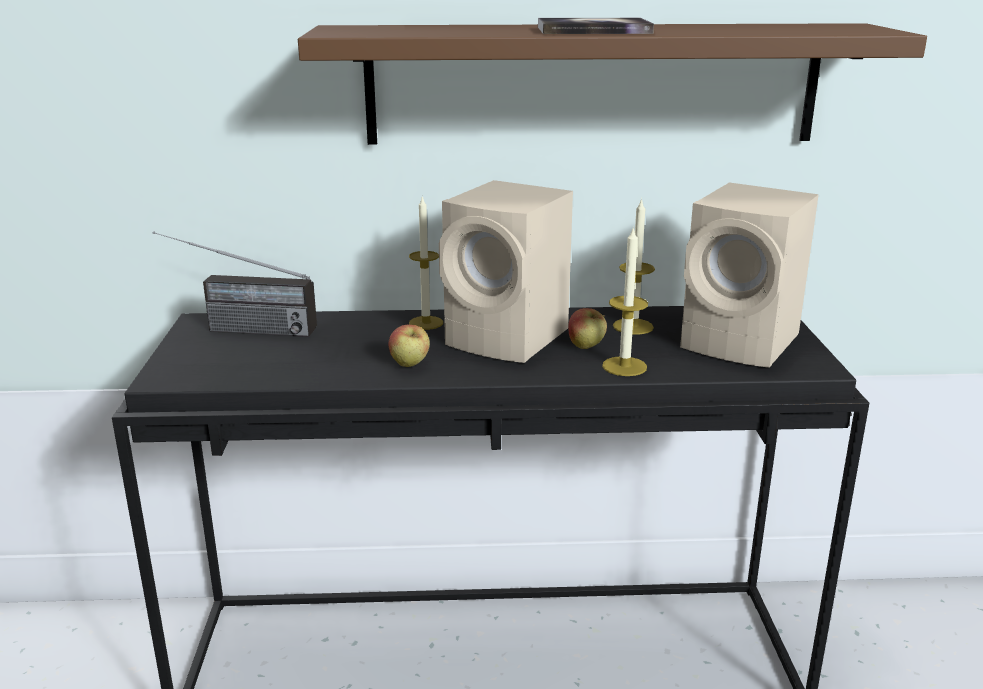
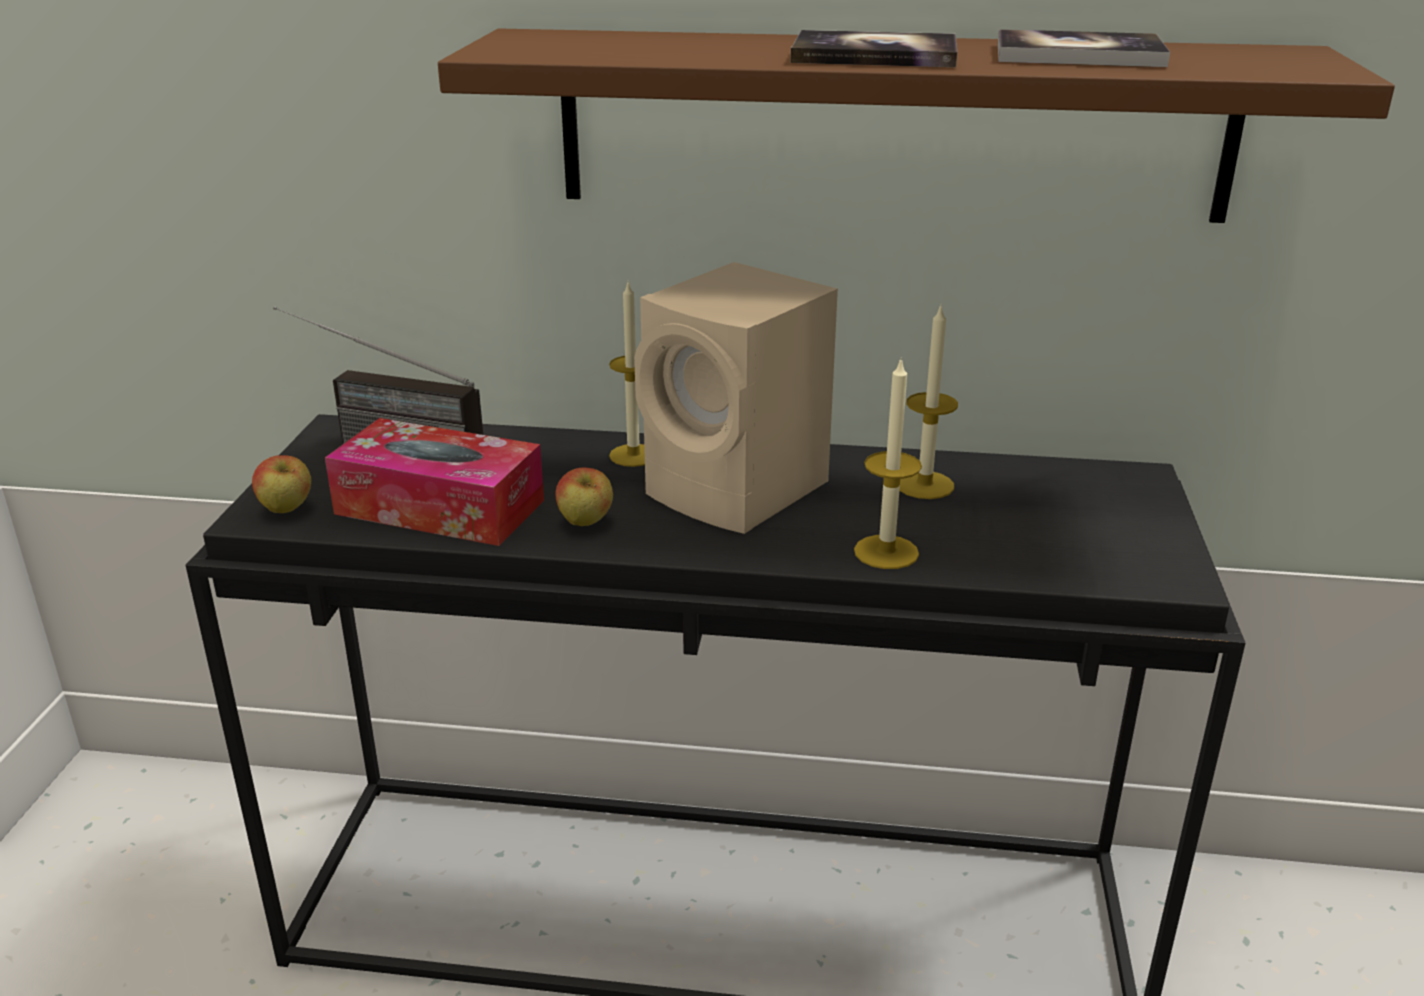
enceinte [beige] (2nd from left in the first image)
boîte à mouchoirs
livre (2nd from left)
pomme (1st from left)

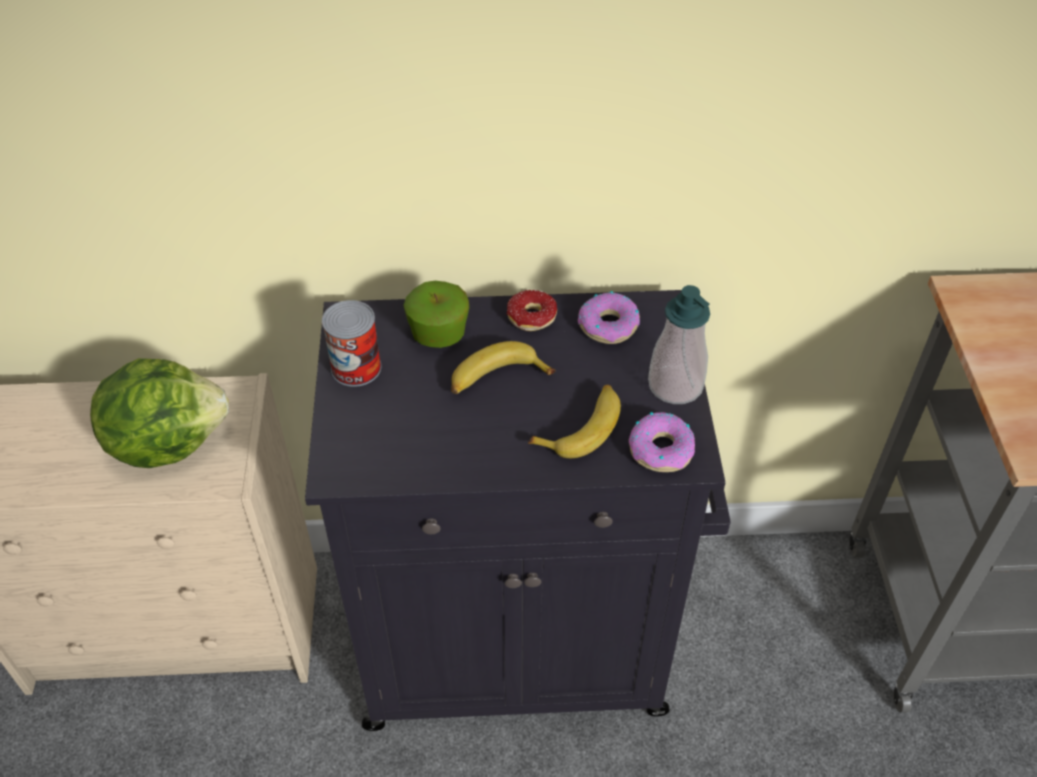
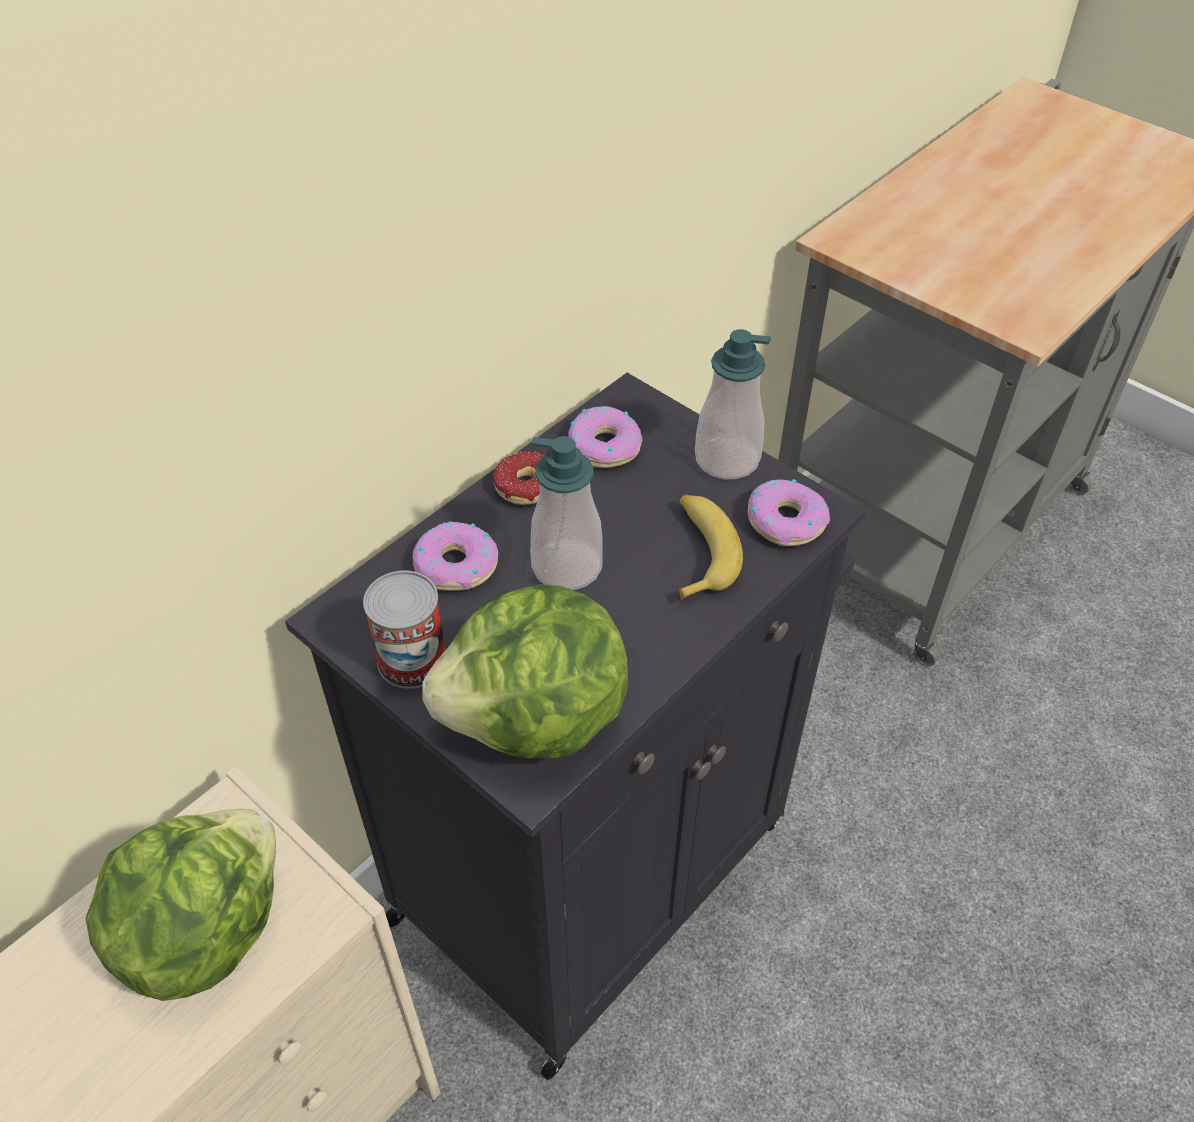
laitue (2nd from left)
beignet (1st from left)
distributeur de savon (1st from left)

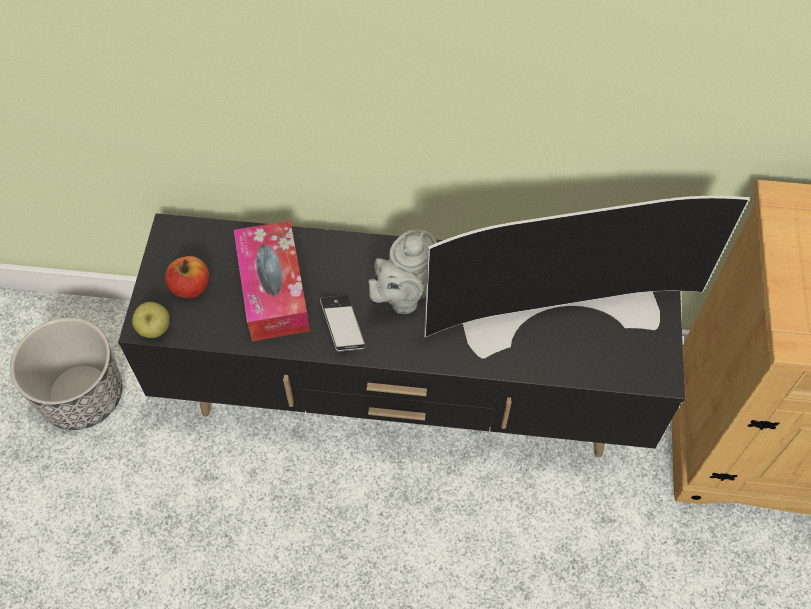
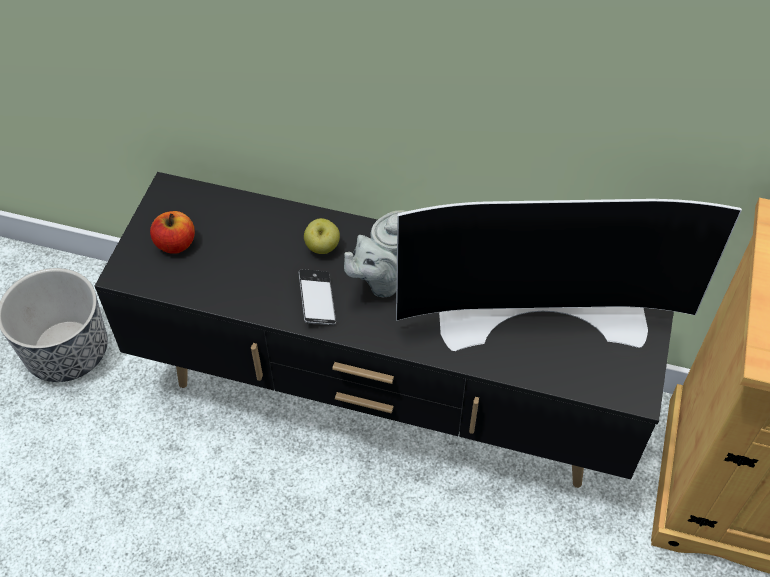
boîte à mouchoirs
pomme (2nd from left)

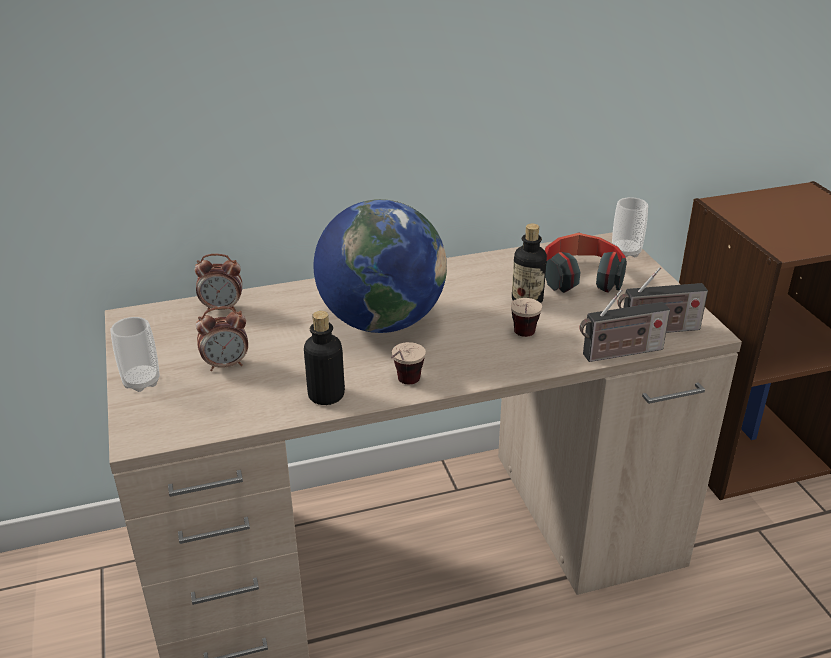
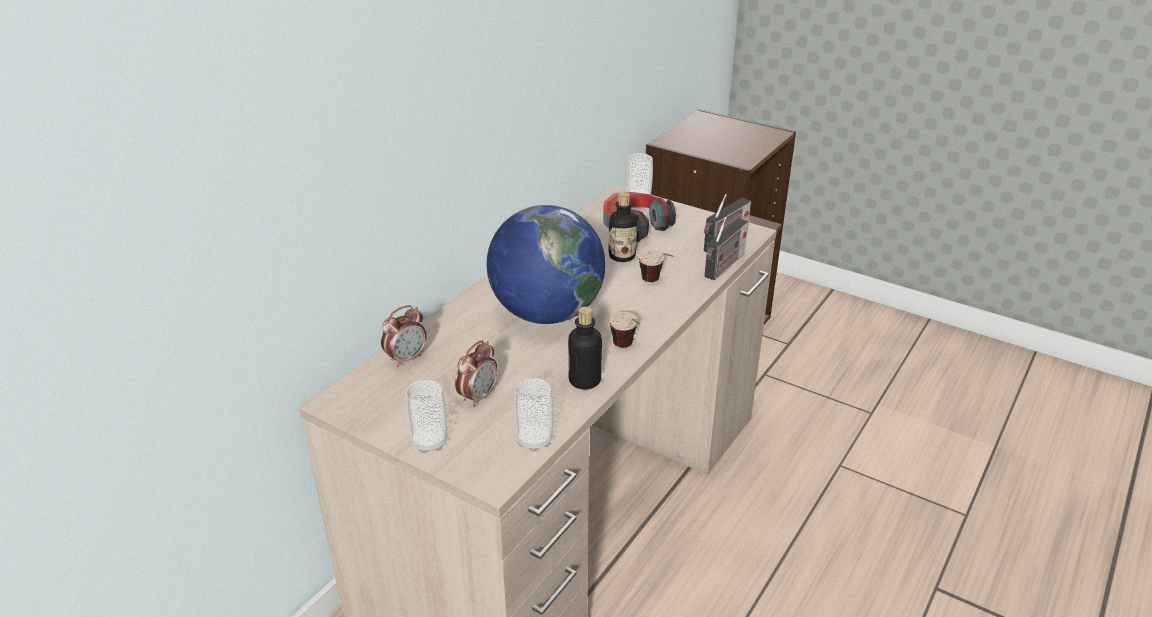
tasse (2nd from left)

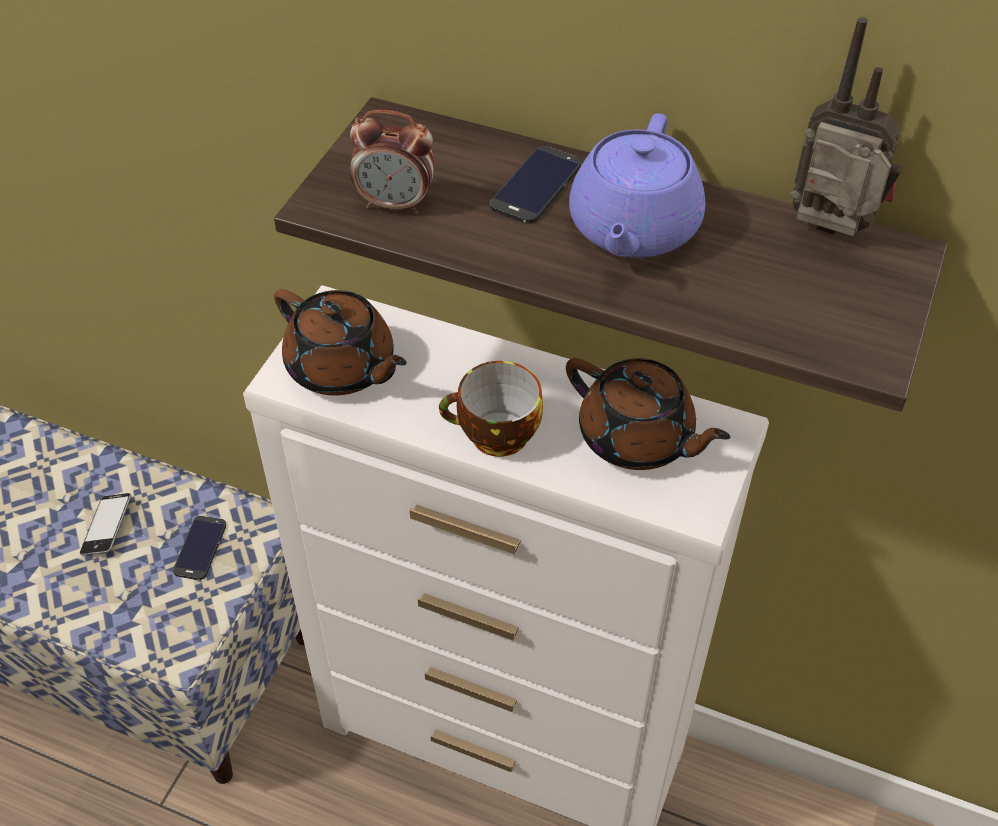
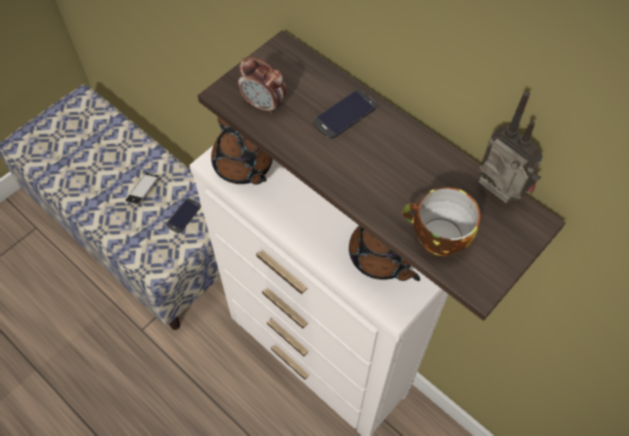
théière [violet]
tasse

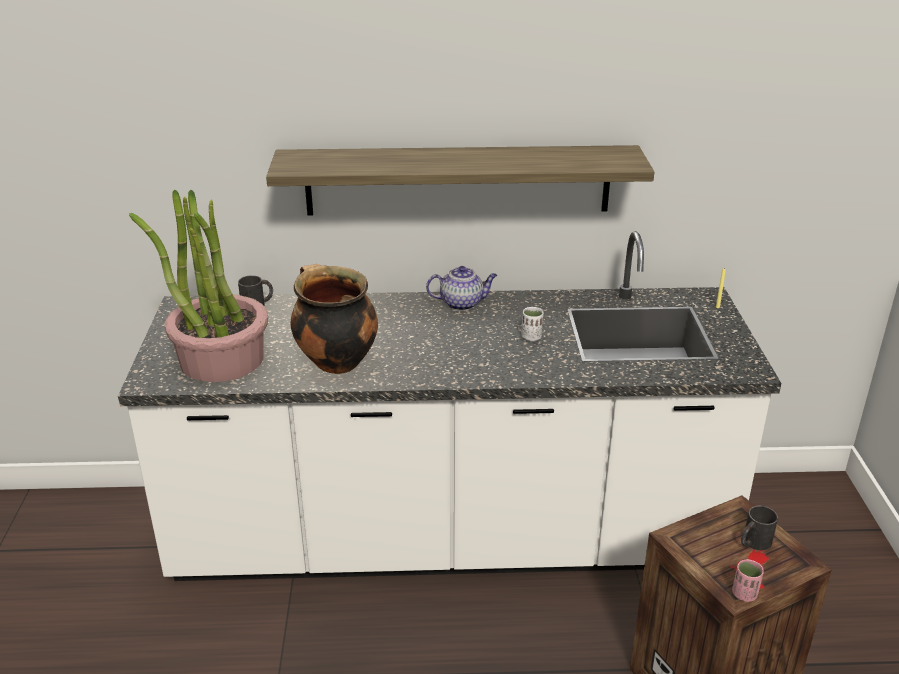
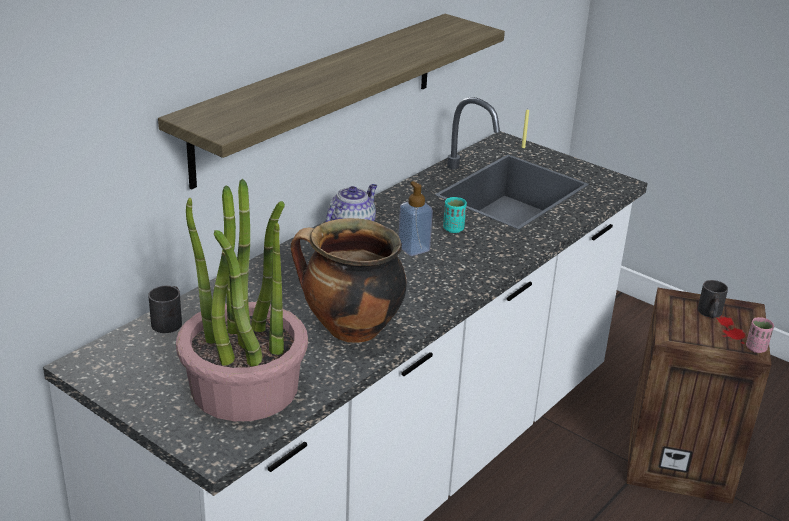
distributeur de savon
tasse [turquoise]

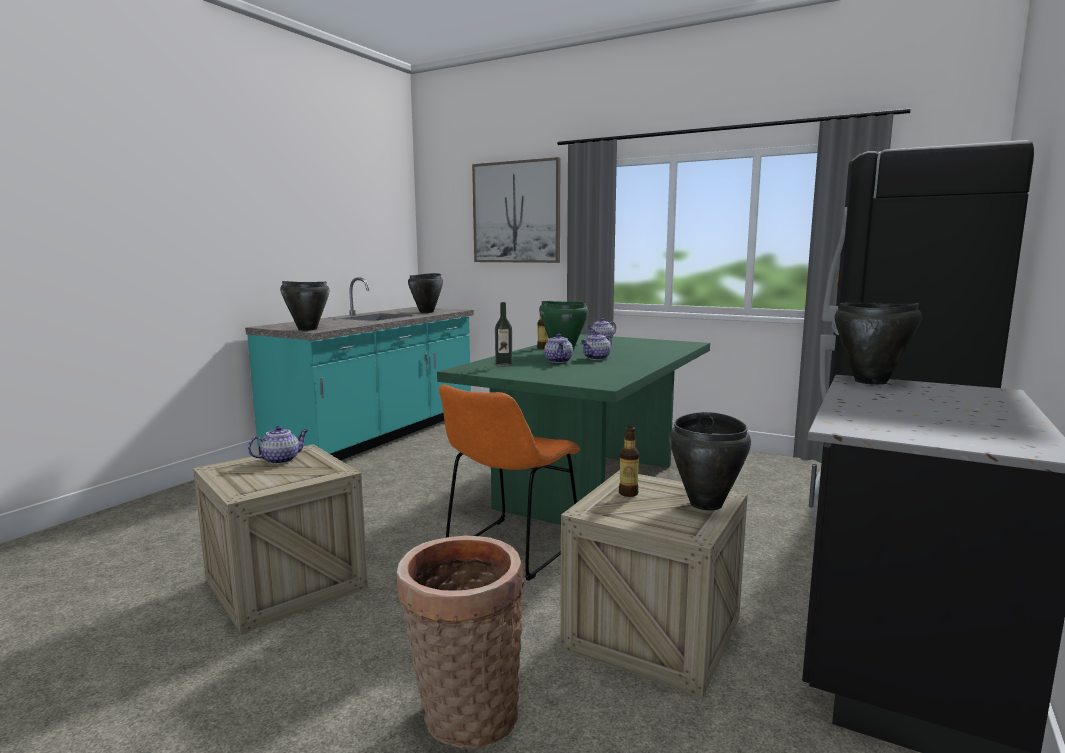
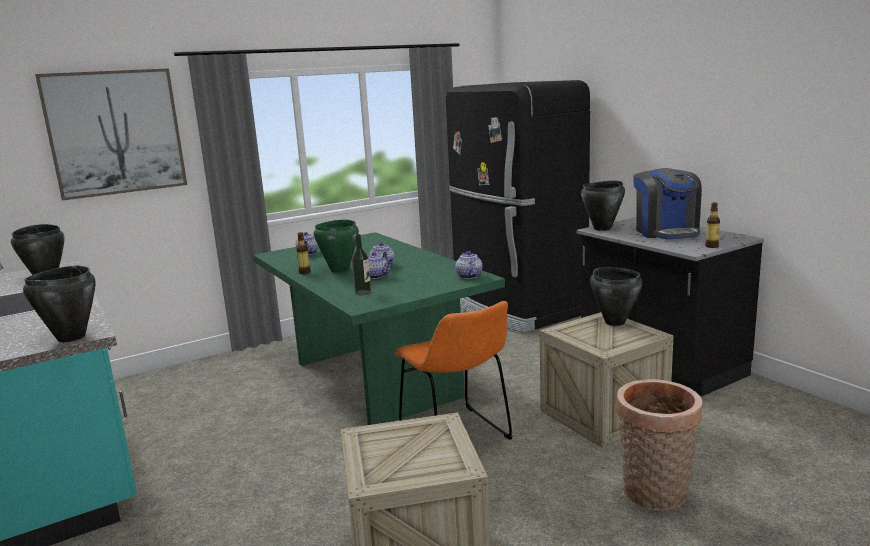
machine à café
théière (4th from left)
bouteille (3rd from left)

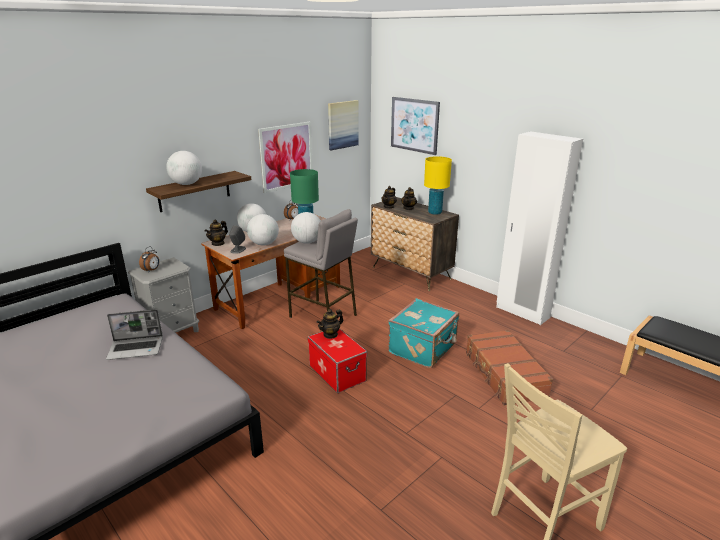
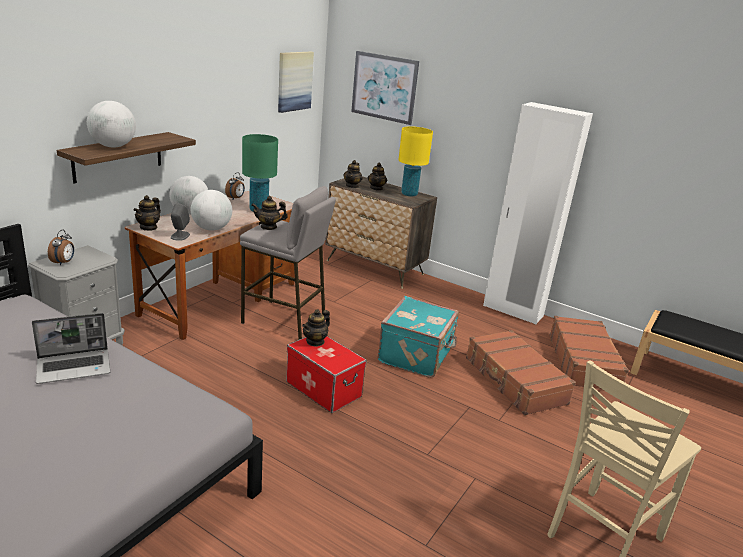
tableau (1st from left in the first image)
valise [marron] (2nd from left)
théière (2nd from left)

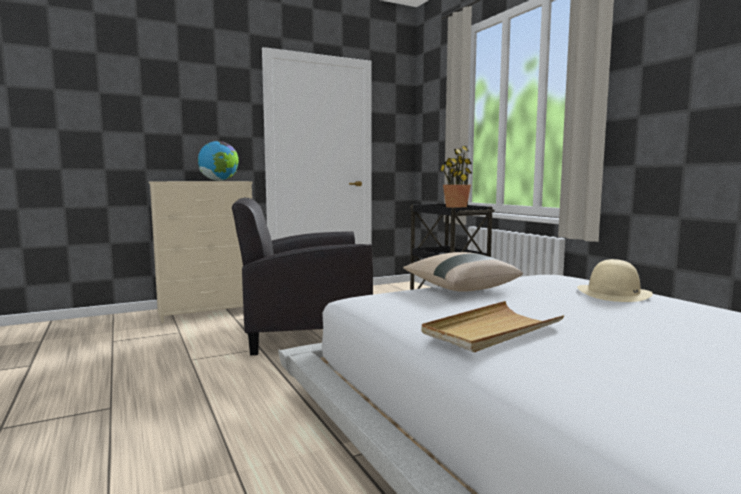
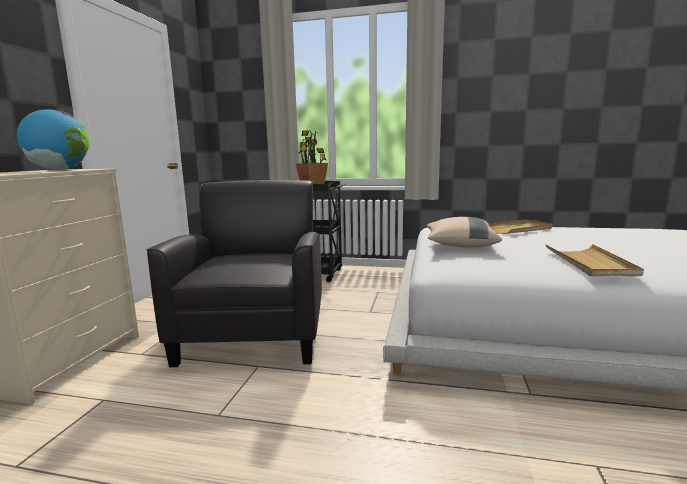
plateau [beige] (1st from left)
fauteuil [noir]

